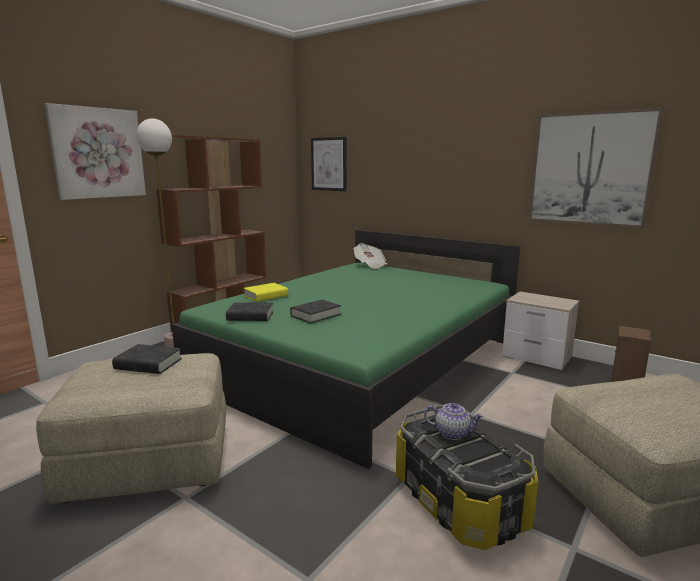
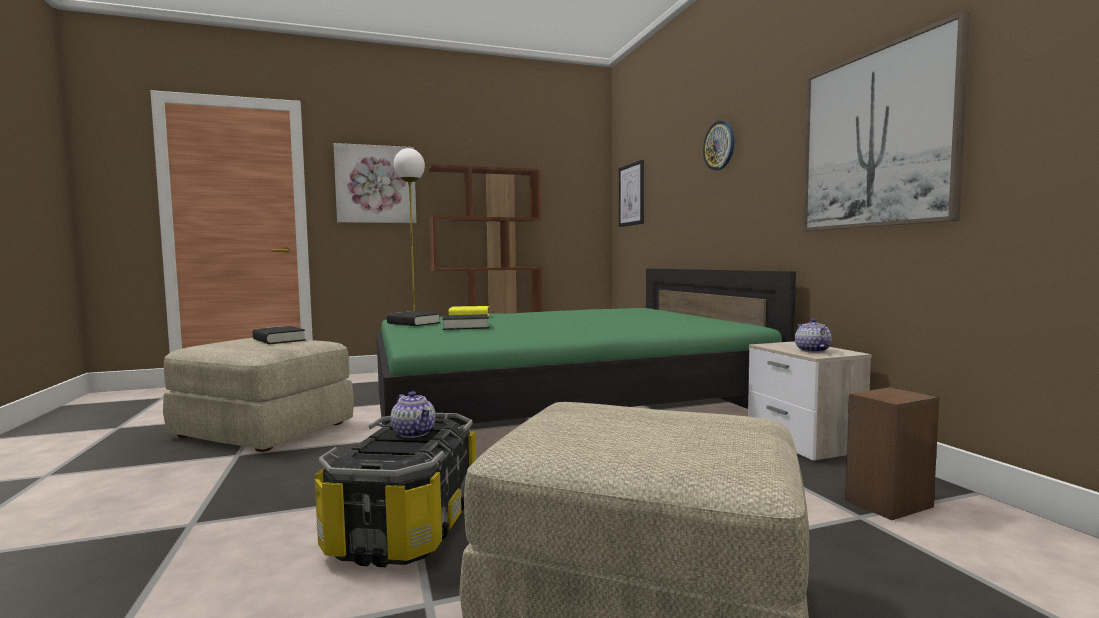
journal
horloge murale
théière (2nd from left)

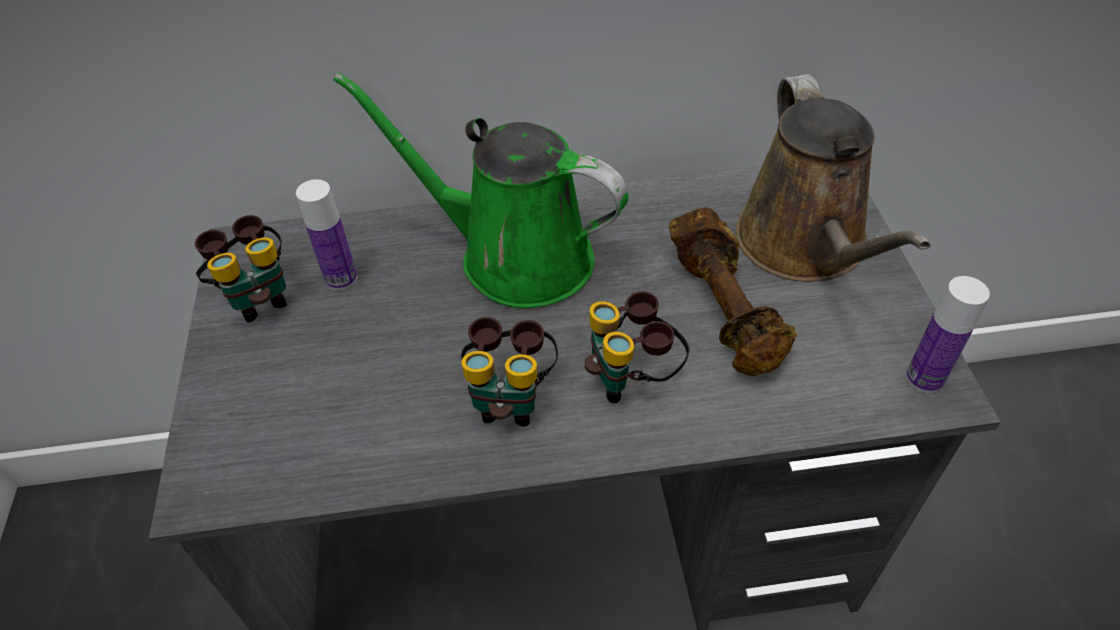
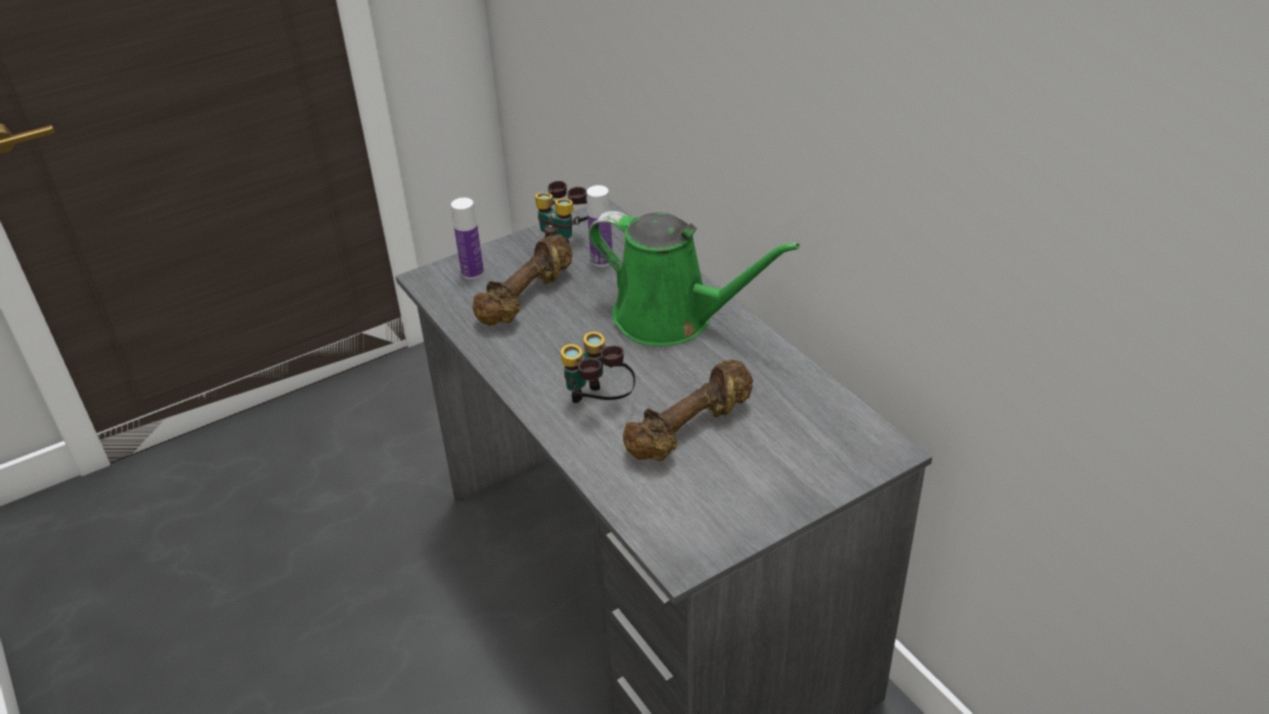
jumelles (2nd from left in the first image)
arrosoir [marron]
haltère [marron] (1st from left)
bouteille (1st from left)
arrosoir [vert]

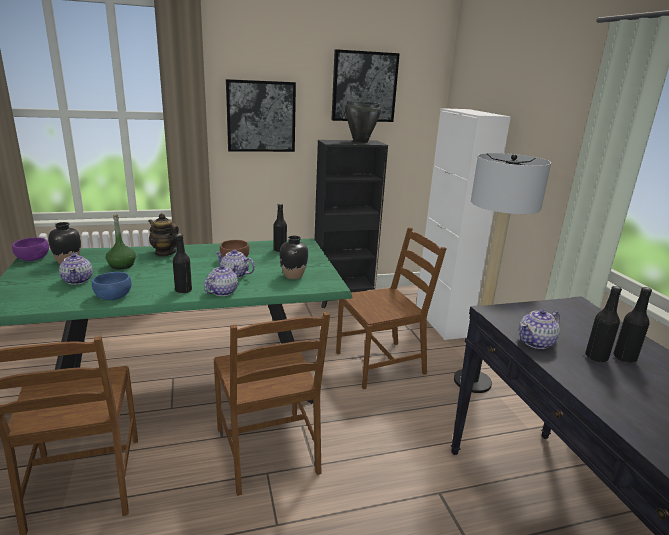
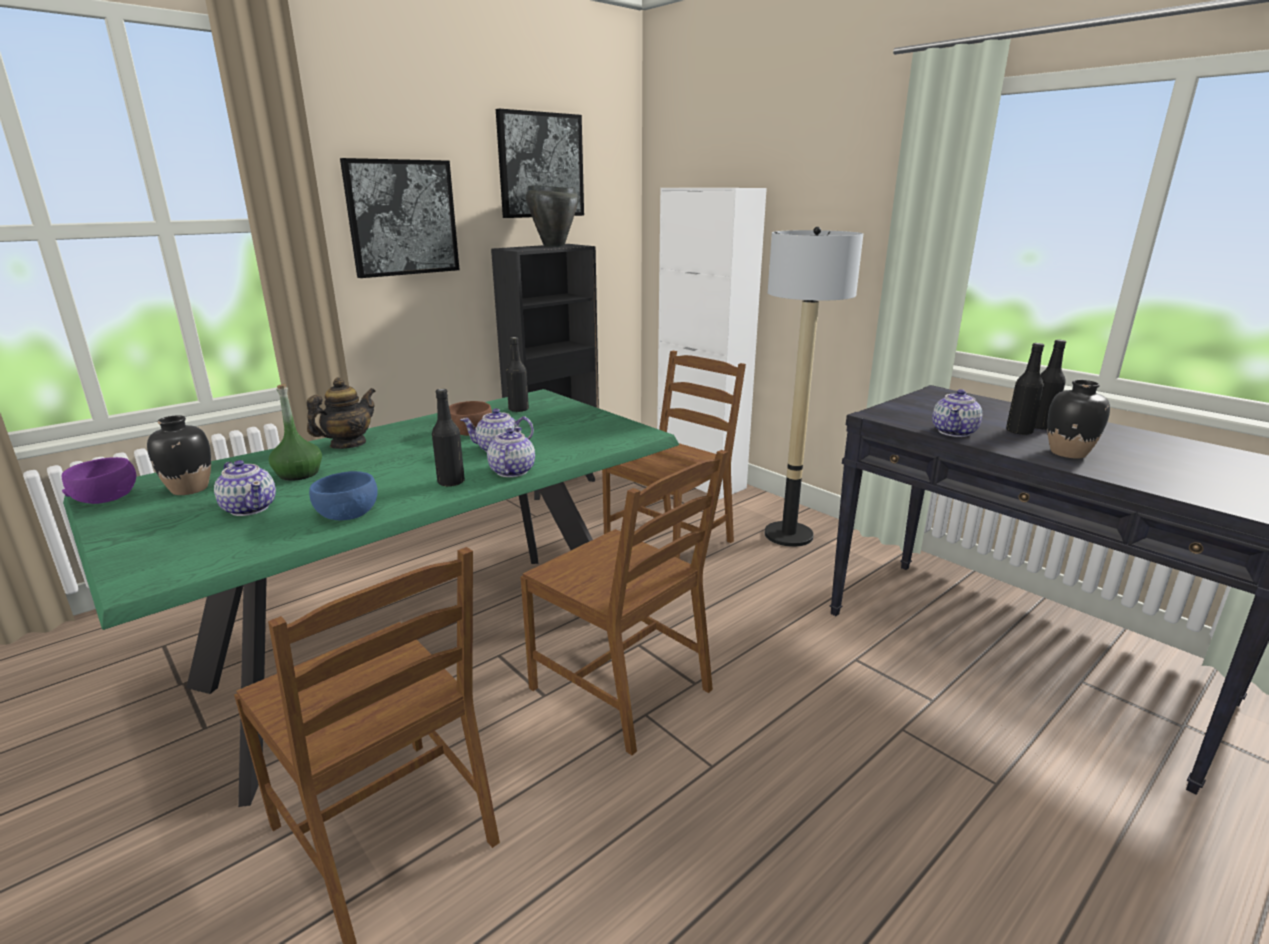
vase [noir] (2nd from left)
théière (2nd from left)

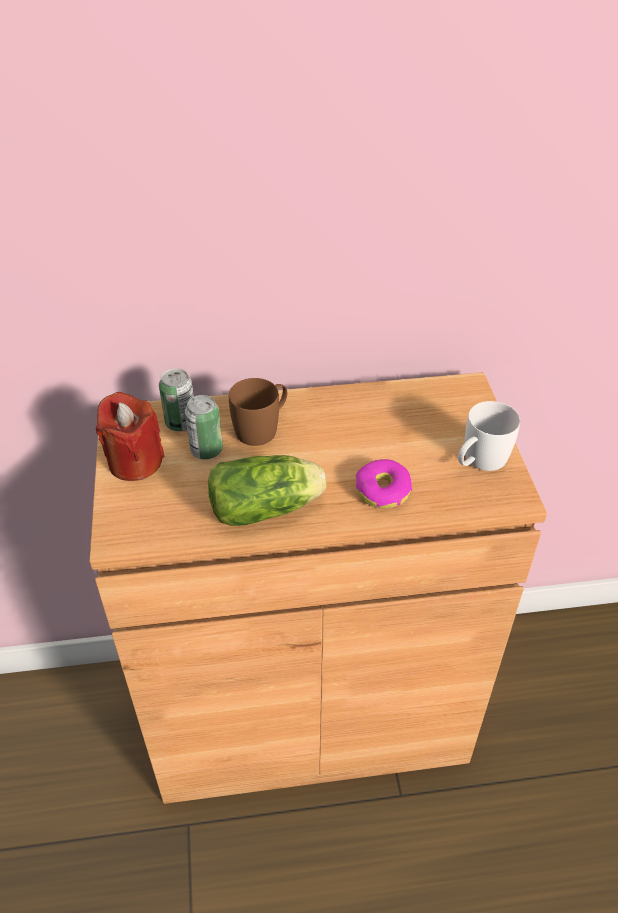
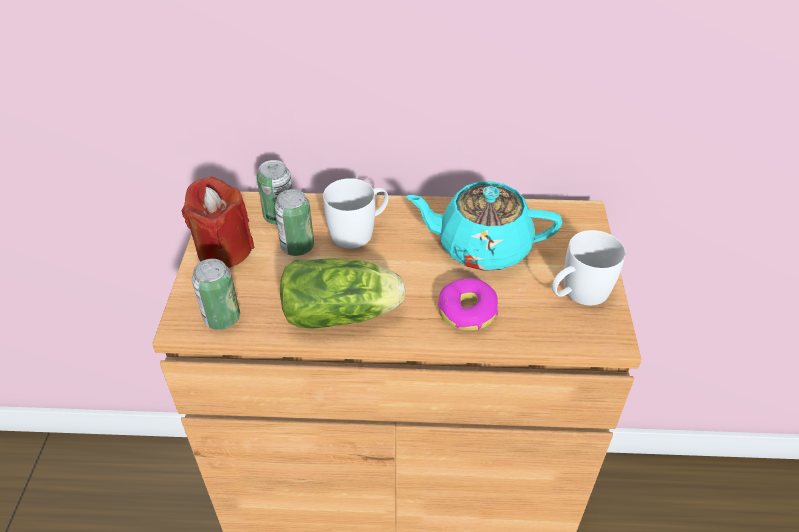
boîte métallique (1st from left)
théière [turquoise]
mug [blanc] (1st from left)

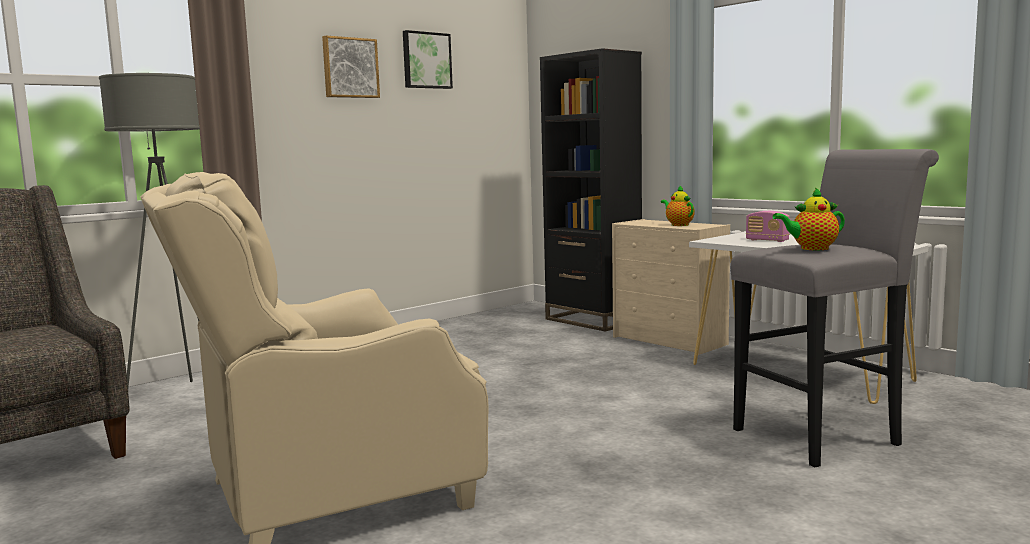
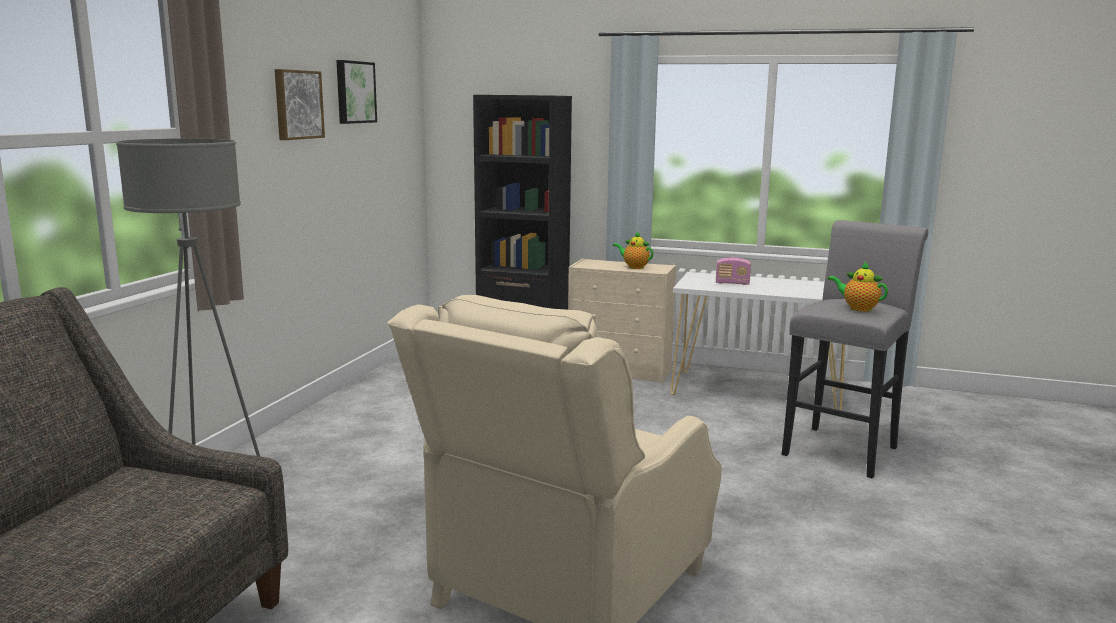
théière (2nd from left)

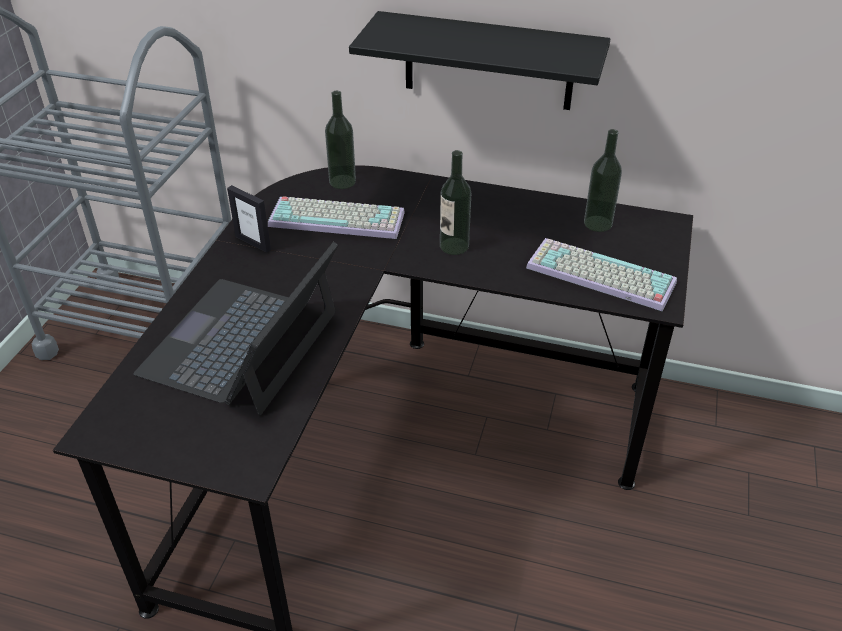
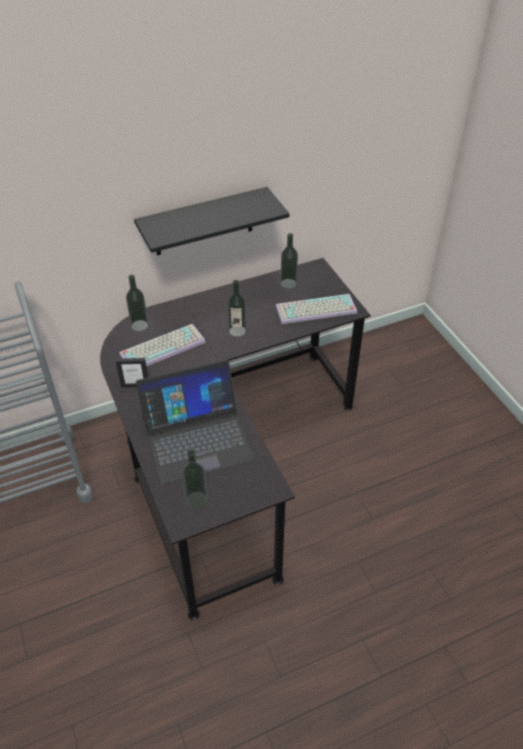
bouteille (2nd from left)
ordinateur portable

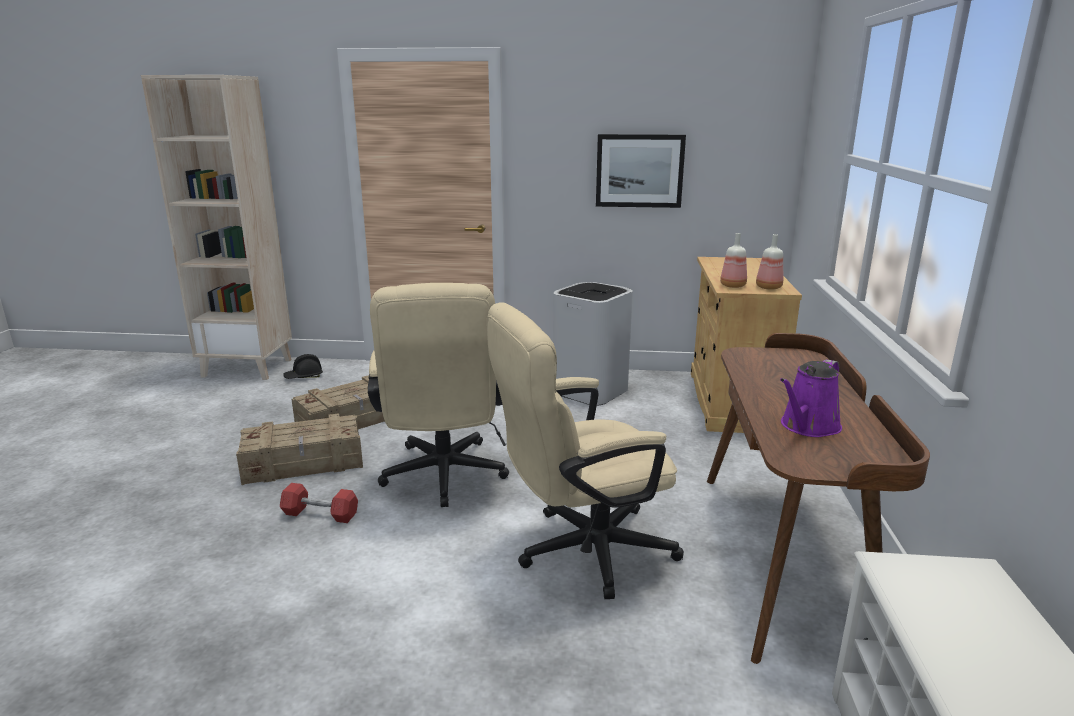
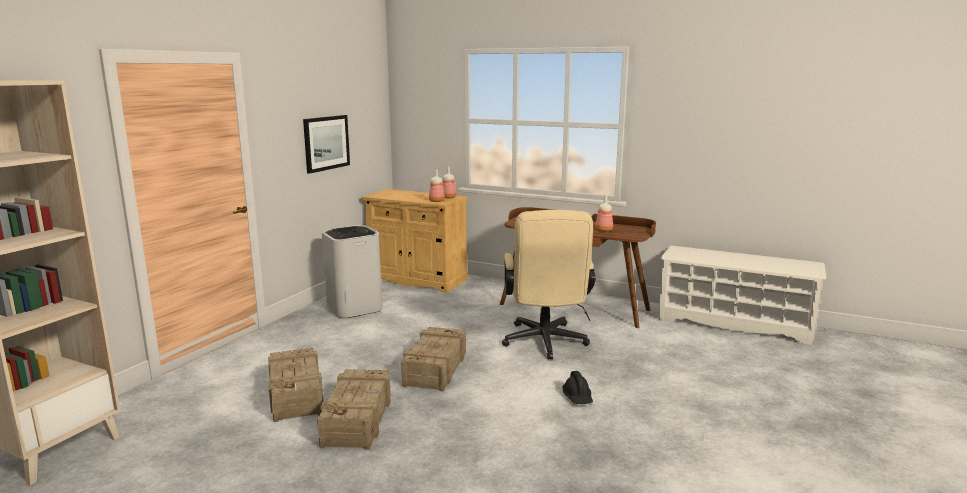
haltère [rouge]
casque de chantier [noir]
caisse (3rd from left)
bouteille (3rd from left)

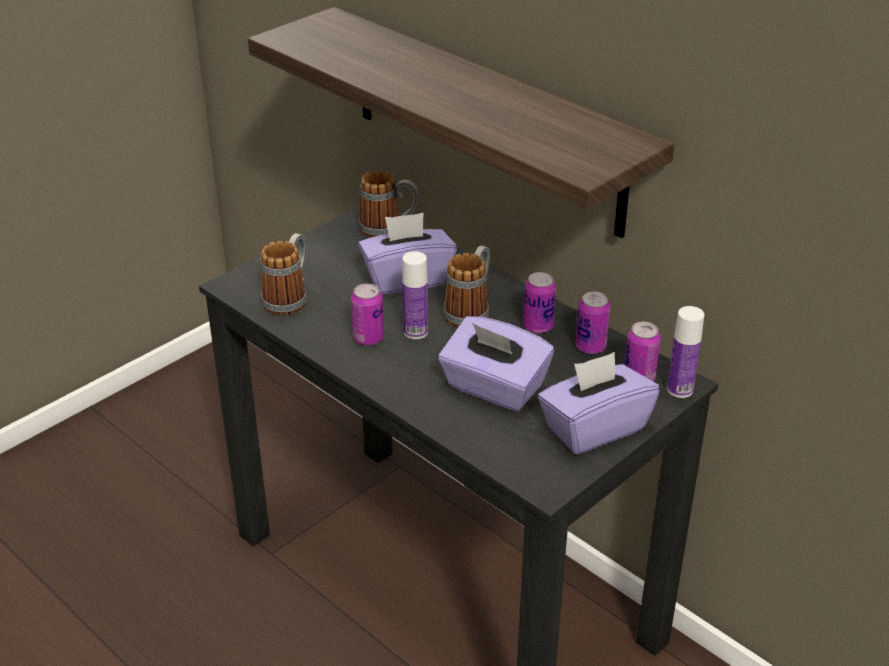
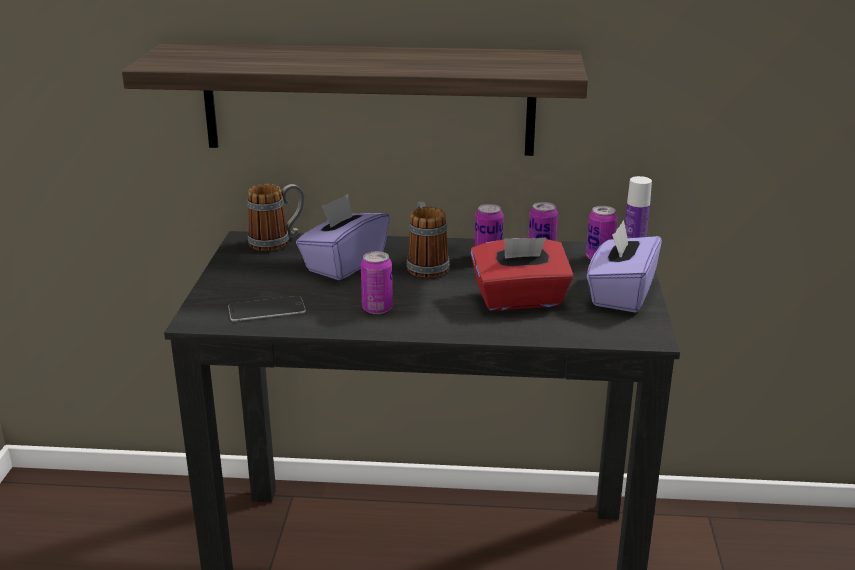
bouteille (1st from left in the first image)
téléphone
boîte à mouchoirs [rouge]

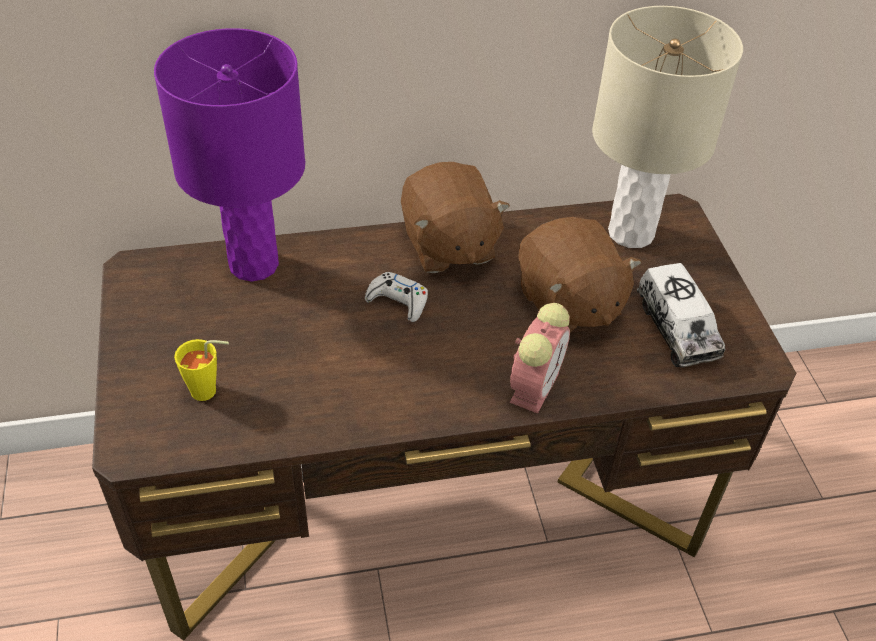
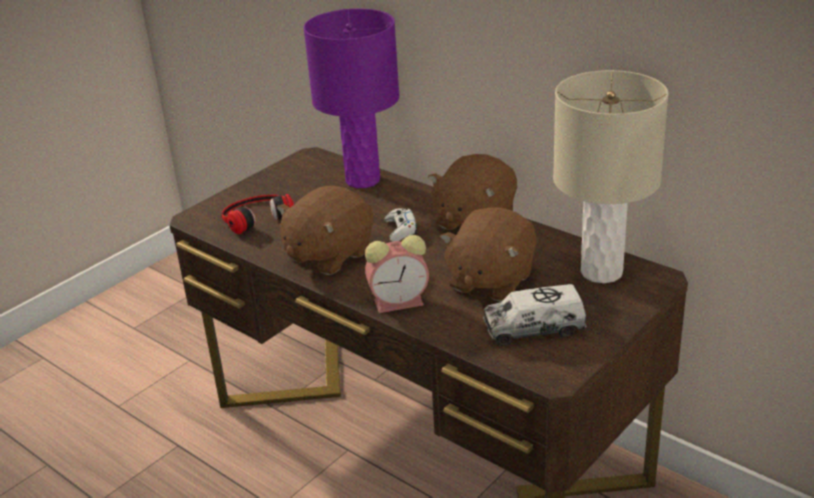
peluche [marron] (1st from left)
casque audio
camion jouet

